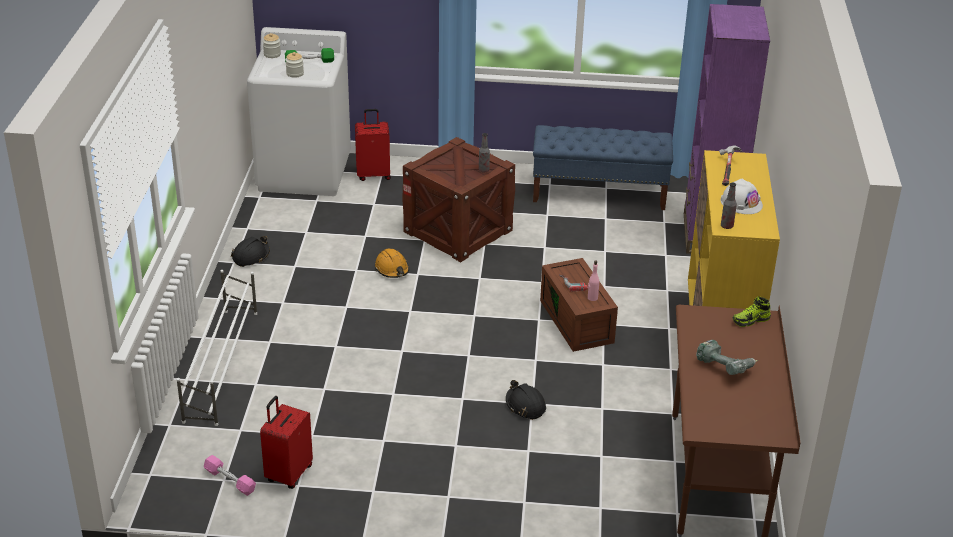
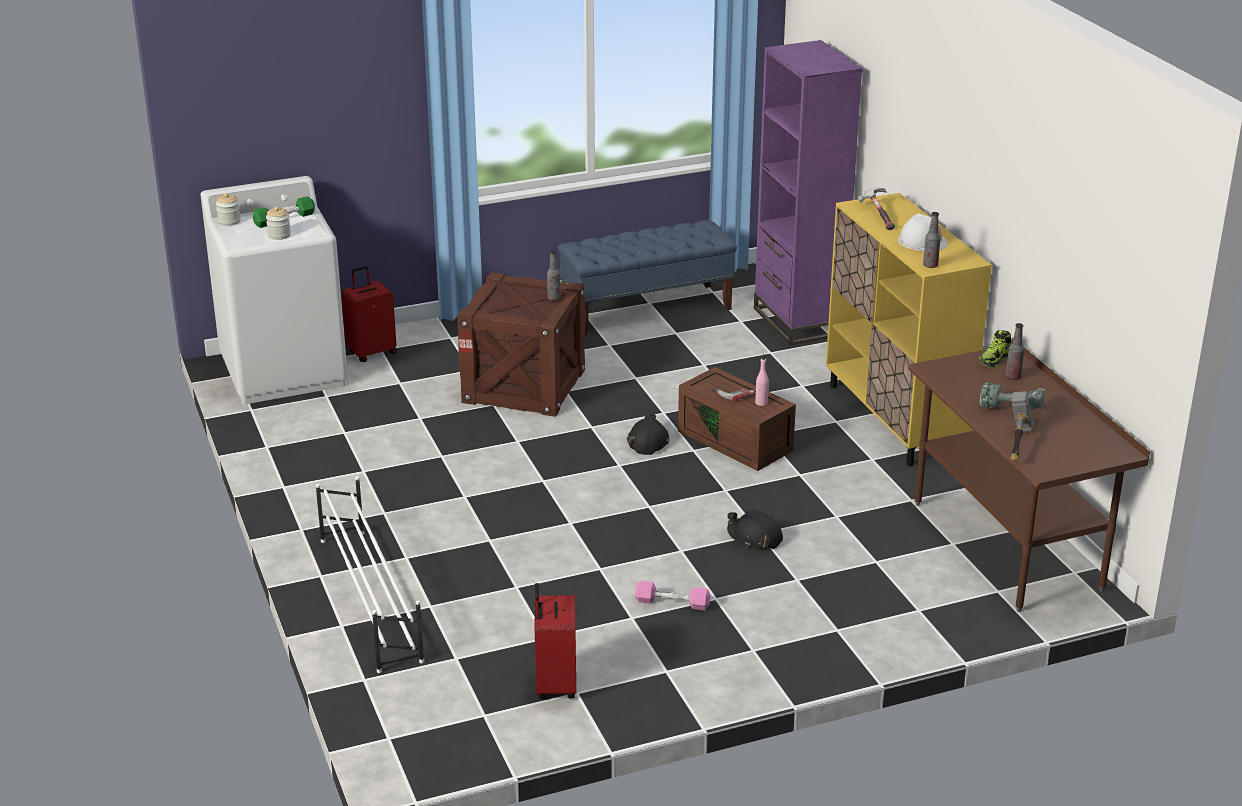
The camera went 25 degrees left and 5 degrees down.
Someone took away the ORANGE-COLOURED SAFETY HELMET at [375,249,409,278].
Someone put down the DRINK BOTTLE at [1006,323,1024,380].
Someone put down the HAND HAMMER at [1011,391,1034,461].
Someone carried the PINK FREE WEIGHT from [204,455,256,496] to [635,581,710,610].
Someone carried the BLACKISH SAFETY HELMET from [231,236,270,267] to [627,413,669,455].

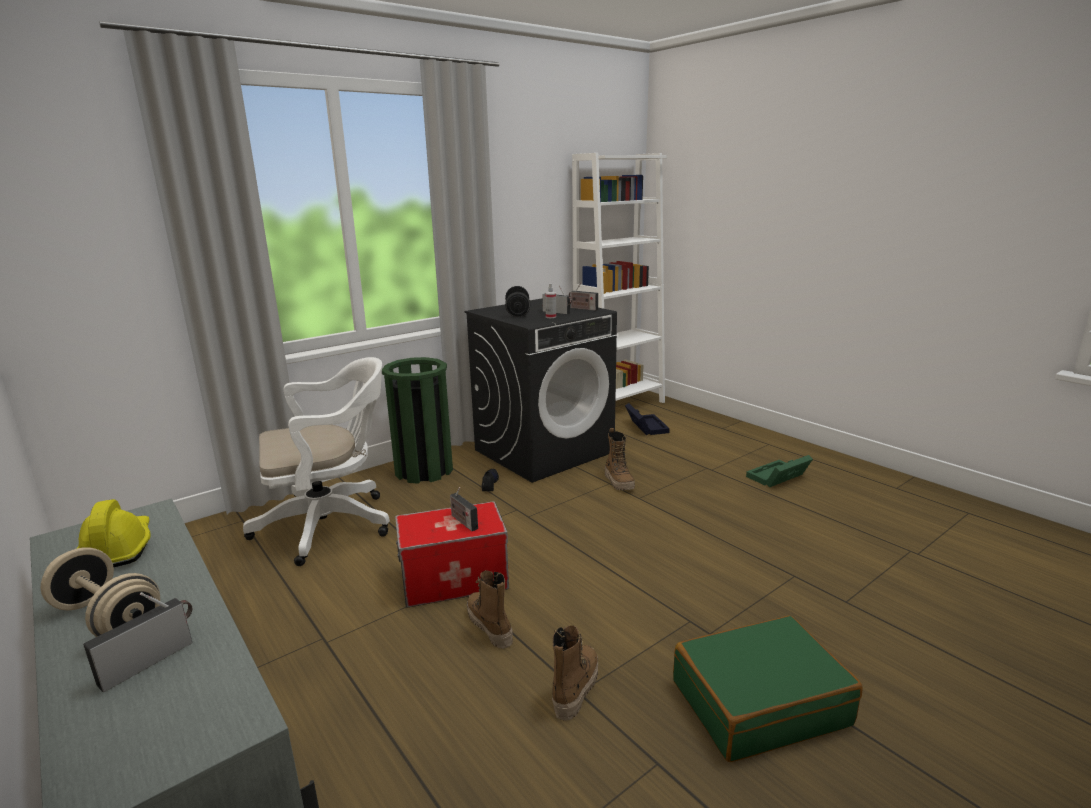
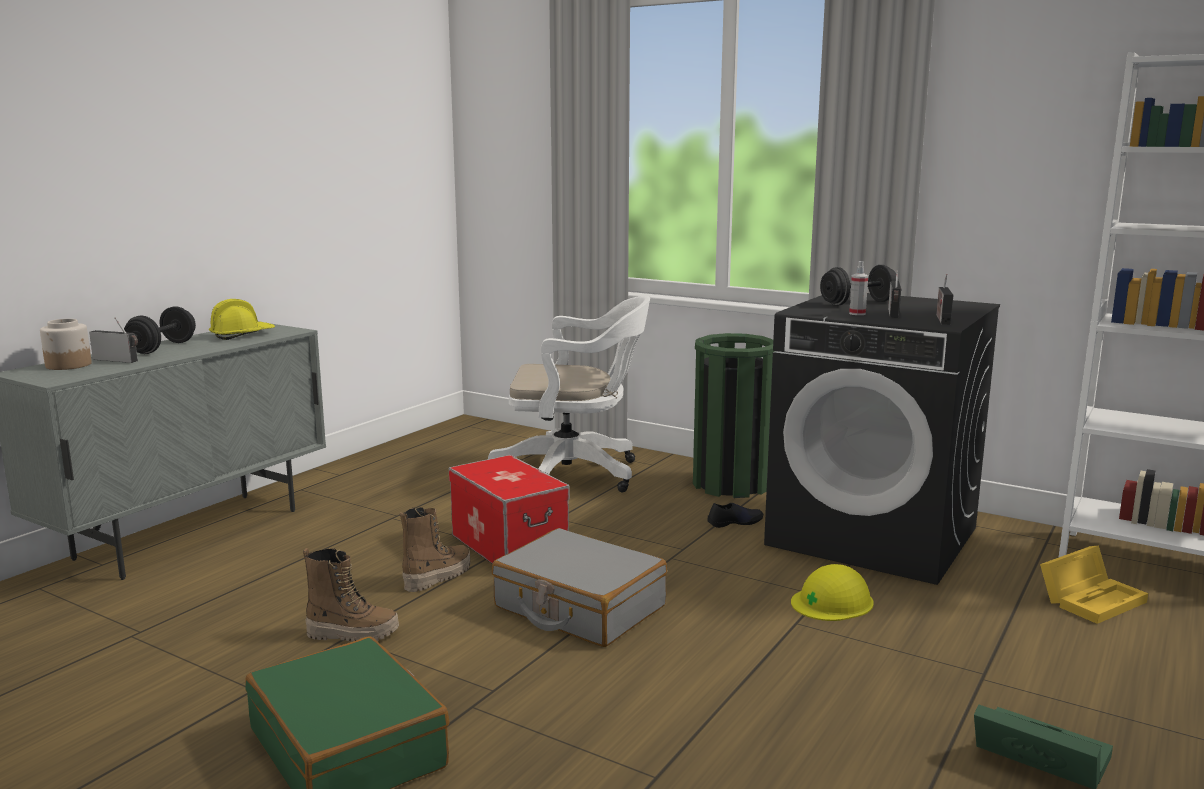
The camera went 70 degrees right and 5 degrees down.
Someone took away the RADIO at [450,487,478,531].
Someone put down the PRESERVE JAR at [40,319,92,370].
Someone put down the GREY PIECE OF LUGGAGE at [492,528,667,647].
Someone swapped the TALL BOOT at [605,428,635,490] for the YELLOW-COLOURED SAFETY HELMET at [791,564,874,621].
Someone repainted the BEIGE FREE WEIGHT at [41,547,160,637], which became the BLACKISH FREE WEIGHT at [124,306,196,354].
Someone repainted the BLACKISH STORAGE BIN at [625,403,670,435], which became the YELLOW-COLOURED STORAGE BIN at [1040,546,1148,624].
Someone rotated the WHITE COMPUTER CHAIR at [243,357,390,566] by 45 degrees counterclockwise.

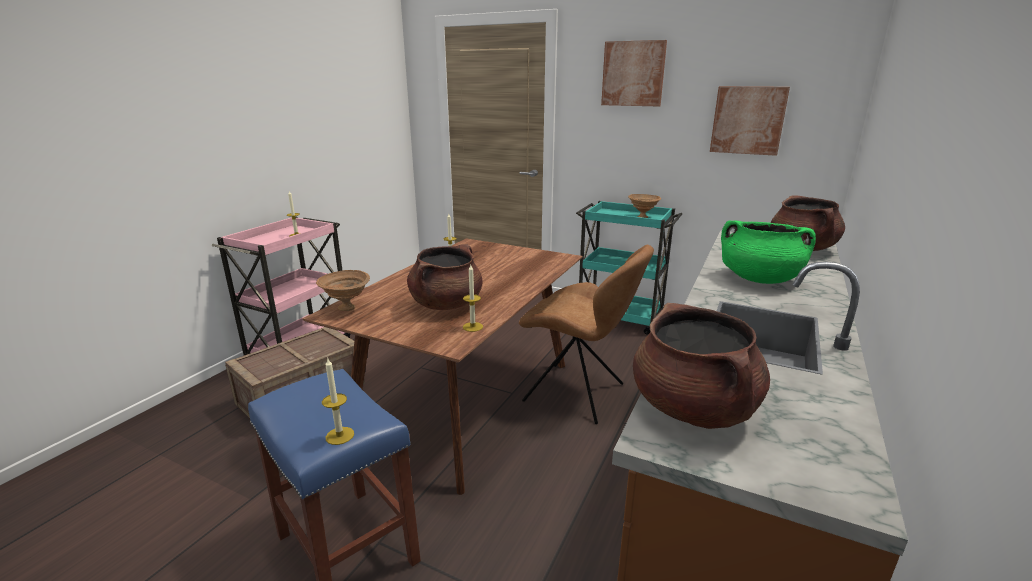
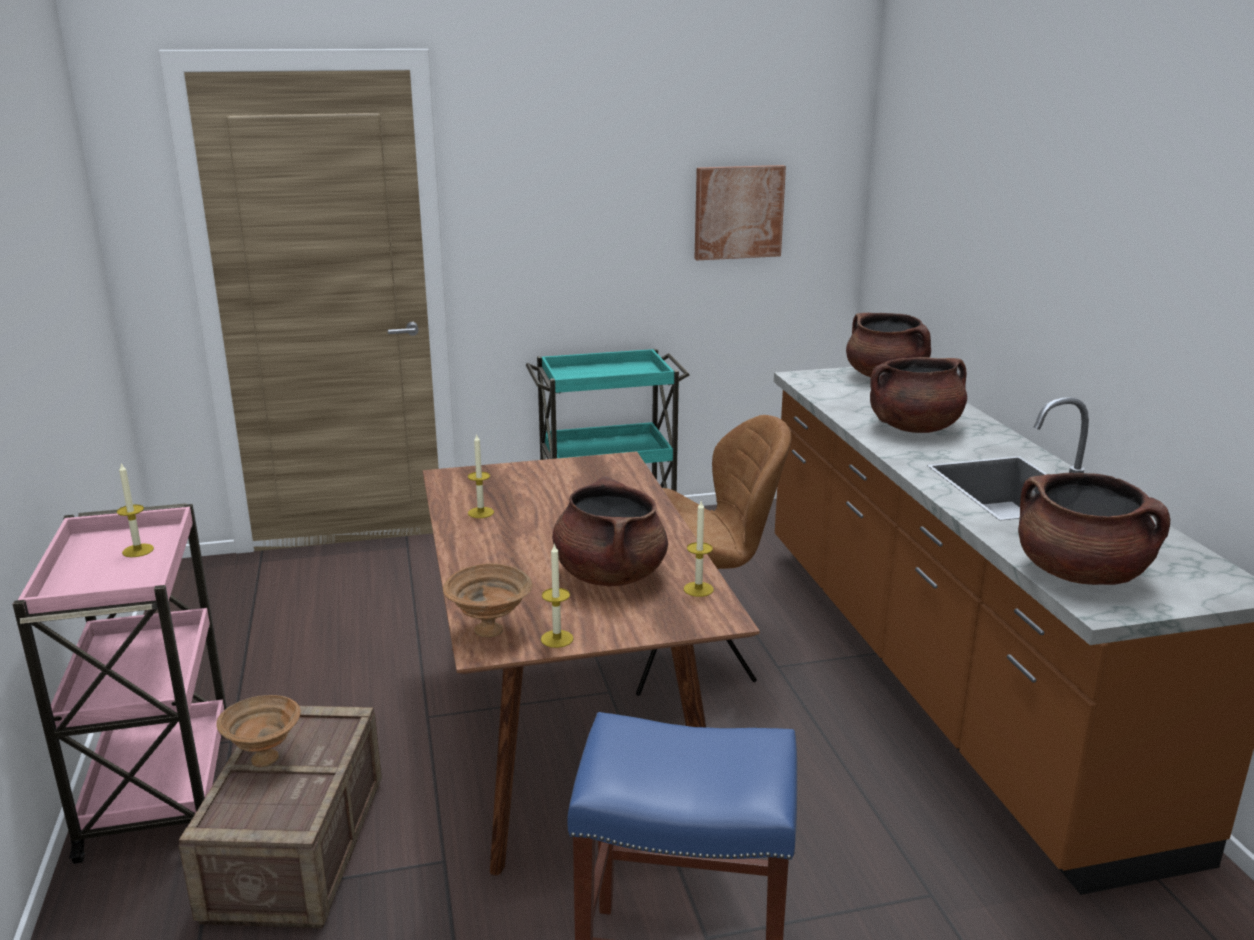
The camera went 40 degrees left and 0 degrees up.
Someone took away the WALL ART at [601,40,667,107].
Someone carried the CANDLE from [322,359,354,445] to [541,543,574,648].
Someone carried the BROWN-COLOURED SERVING BOWL from [628,194,661,218] to [216,695,301,767].
Someone repainted the GREEN SAUCEPOT at [721,220,816,284], which became the BROWN-COLOURED SAUCEPOT at [870,357,967,433].

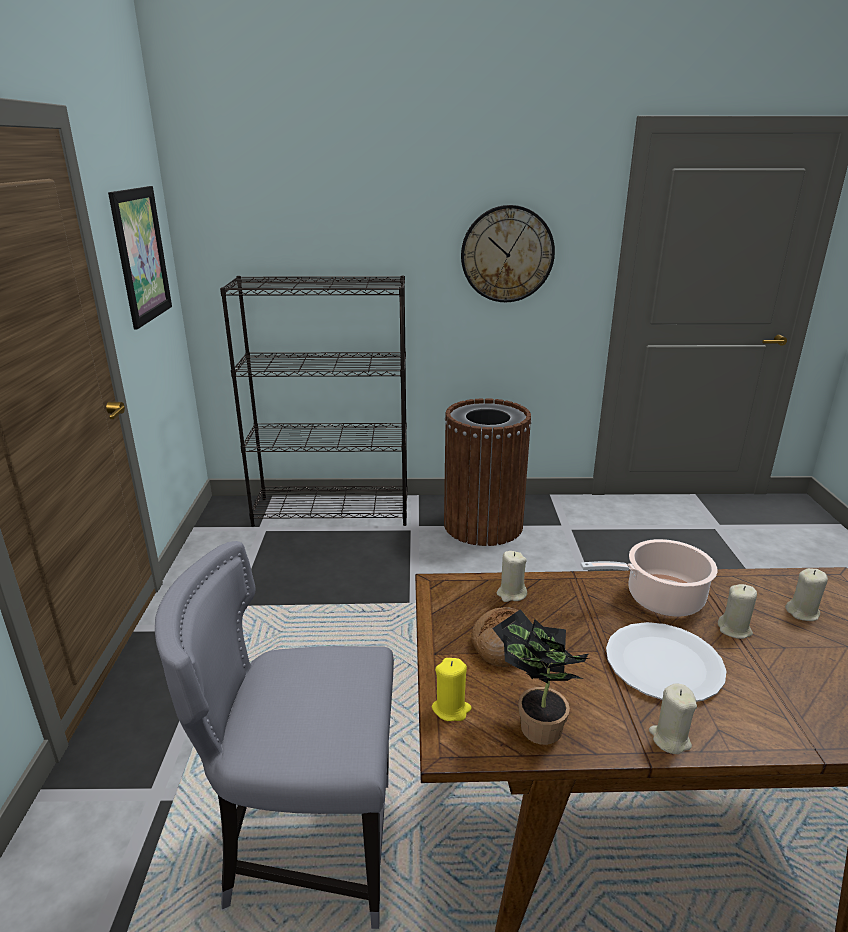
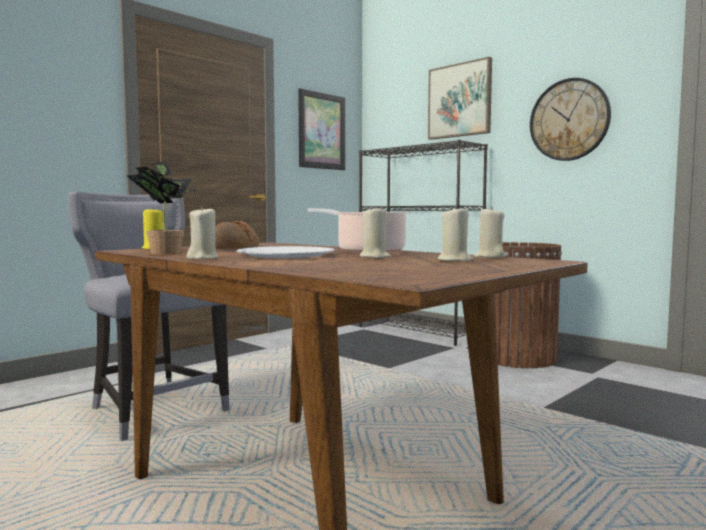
The camera went 45 degrees right and 20 degrees down.
Someone put up the WALL ART at [428,57,492,140].
Someone carried the BEIGE CANDLE from [497,551,527,602] to [474,206,506,258].

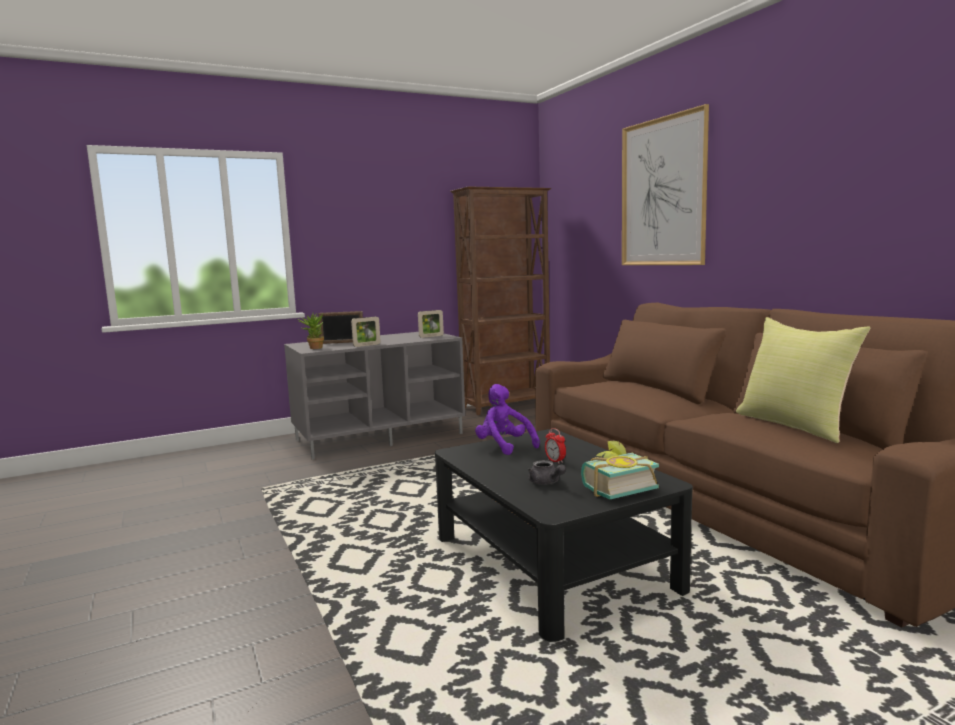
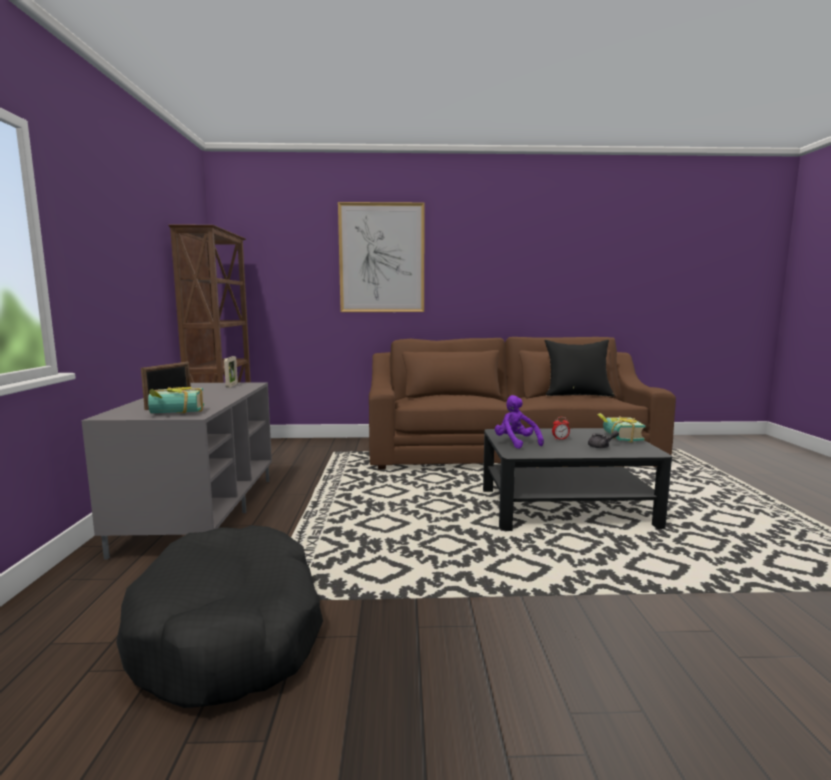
The camera went 65 degrees left and 0 degrees up.
Someone took away the PHOTO FRAME at [351,317,381,347].
Someone put down the BLACKISH DOG CUSHION at [116,525,323,708].
Someone swapped the HOUSEPLANT at [298,313,324,349] for the BOUND BOOK at [148,387,204,413].
Someone repainted the YELLOW-COLOURED CUSHION at [736,317,870,443], which became the BLACKISH CUSHION at [544,340,615,397].
Someone rotated the PURPLE-COLOURED CUDDLY TOY at [475,384,540,455] by 75 degrees clockwise.

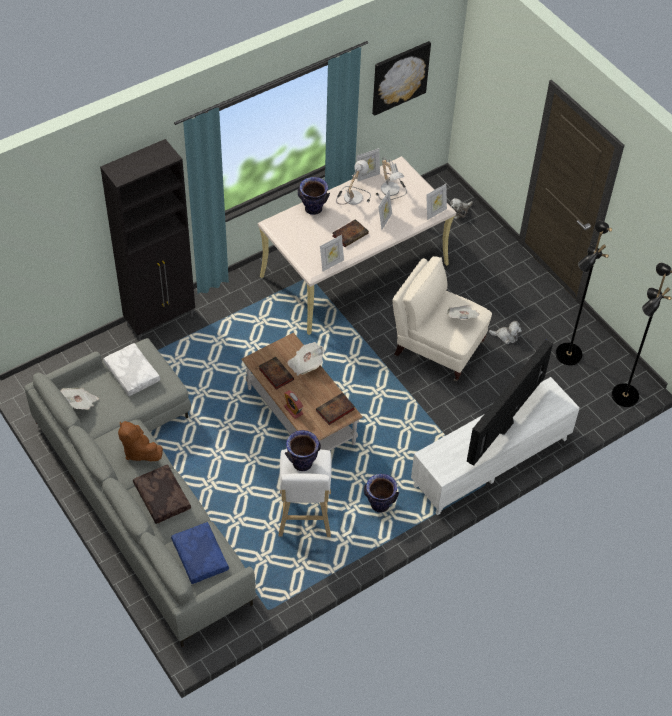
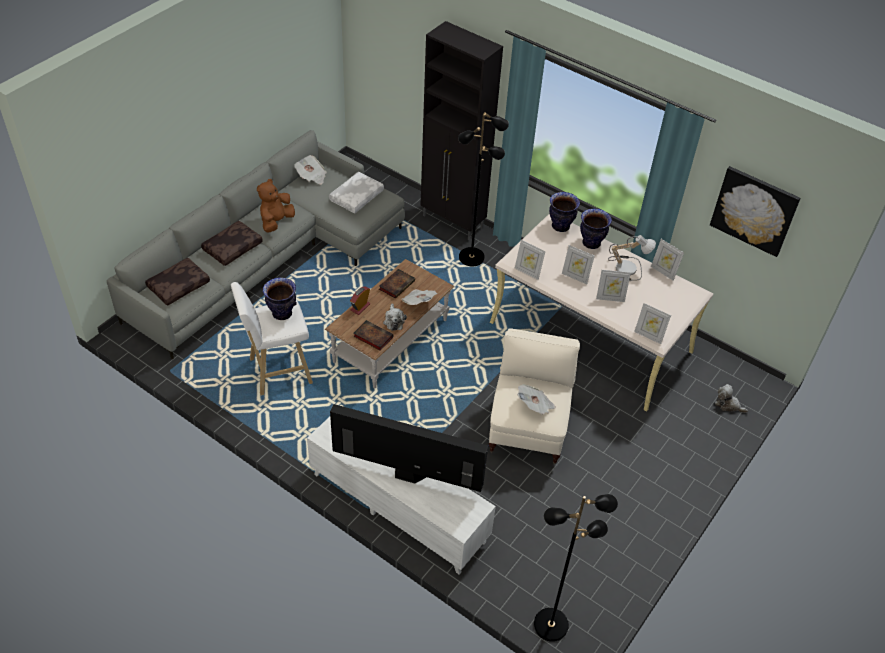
The camera went 70 degrees right and 5 degrees down.
Someone took away the TABLE LAMP at [376,157,407,200].
Someone carried the DECORATIVE VASE from [364,474,399,513] to [549,192,580,232].
Someone carried the CUDDLY TOY from [489,321,522,344] to [383,303,407,331].
Someone carried the BLACKISH FLOOR LAMP from [555,221,612,365] to [458,112,509,267].
Someone swapped the BOUND BOOK at [332,219,369,247] for the PHOTO FRAME at [562,245,595,284].
Someone repainted the BLUE CUSHION at [171,522,229,584], which became the BROWN-COLOURED CUSHION at [145,258,210,306].

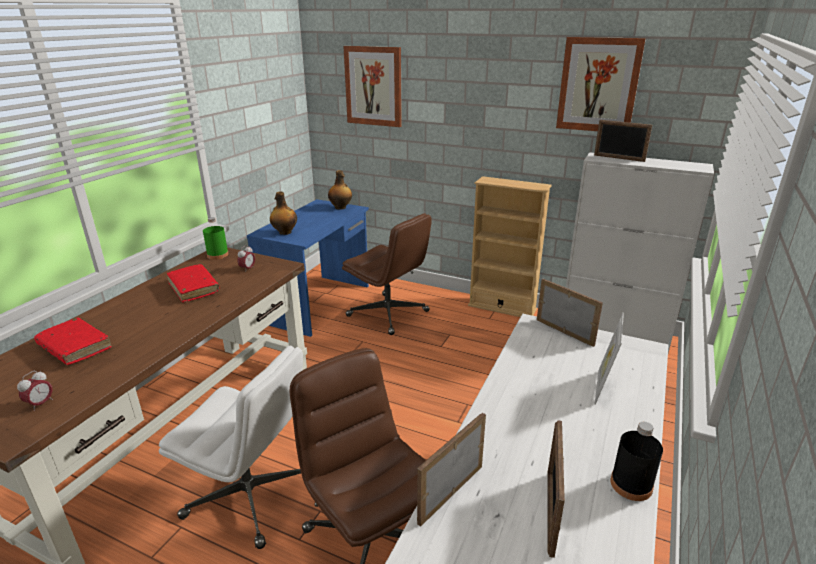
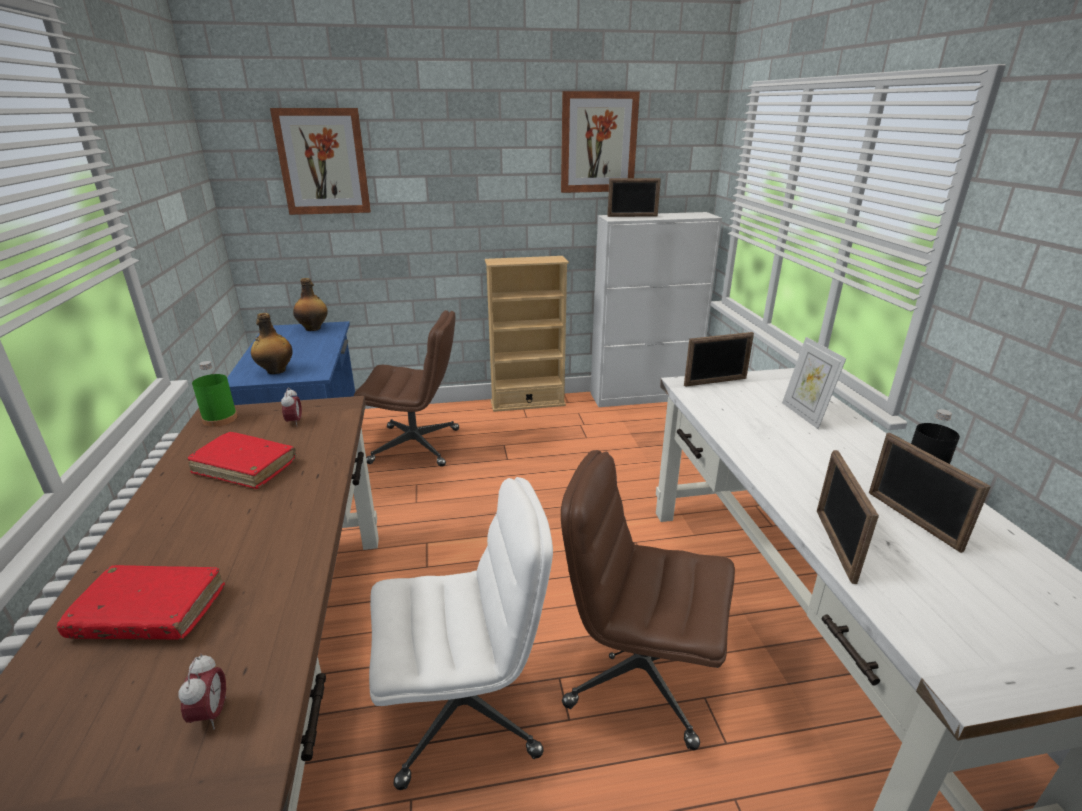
The camera went 35 degrees left and 0 degrees up.
Someone rotated the PHOTO FRAME at [537,279,603,347] by 150 degrees clockwise.

